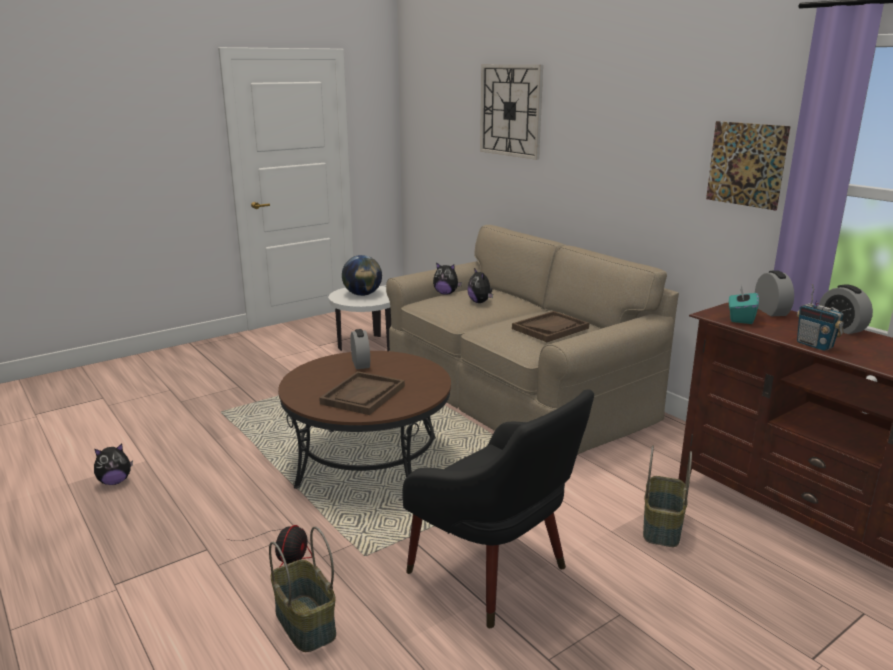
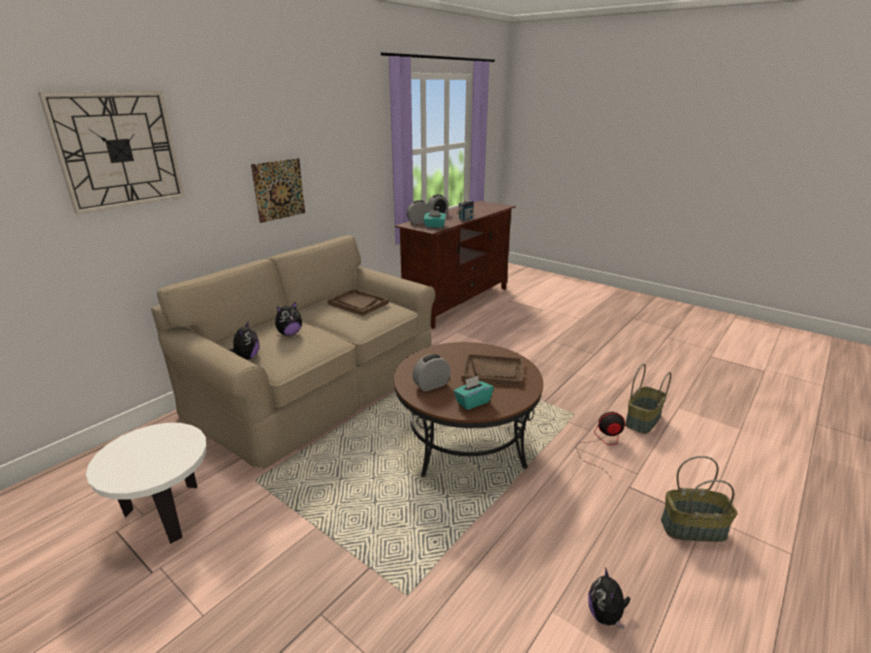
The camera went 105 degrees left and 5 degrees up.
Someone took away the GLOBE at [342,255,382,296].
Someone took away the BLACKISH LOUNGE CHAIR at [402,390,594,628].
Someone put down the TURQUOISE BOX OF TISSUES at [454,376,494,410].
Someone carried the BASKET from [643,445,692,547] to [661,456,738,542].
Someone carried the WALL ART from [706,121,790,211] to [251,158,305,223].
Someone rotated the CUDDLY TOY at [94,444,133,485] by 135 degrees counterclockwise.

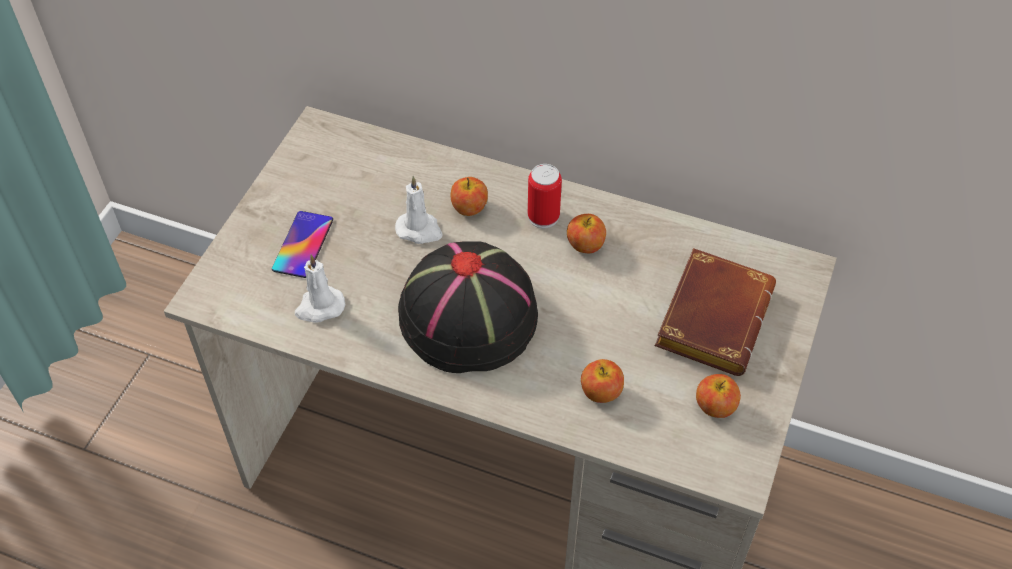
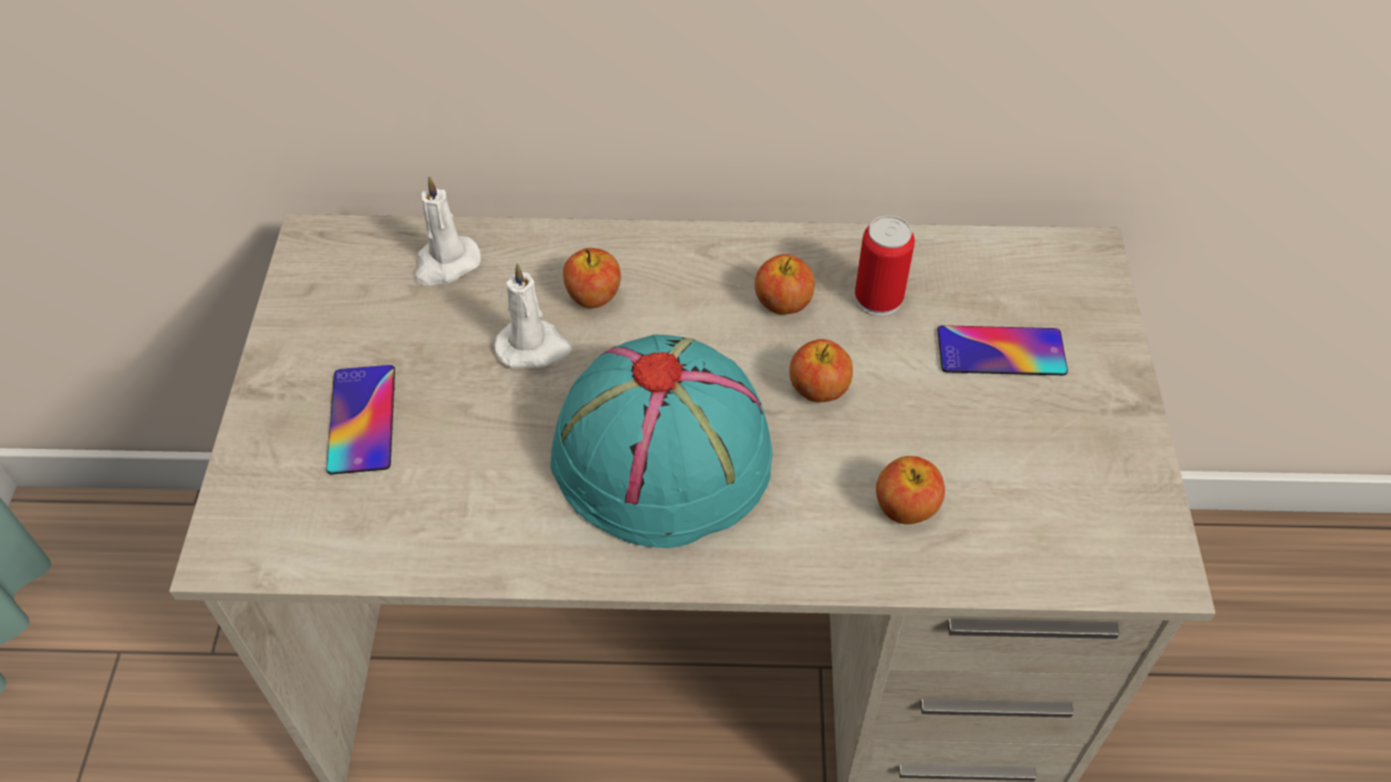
The camera went 20 degrees left and 0 degrees up.
Someone carried the WHITE CANDLE from [295,254,345,323] to [414,176,481,285].
Someone carried the SEALED CAN from [528,164,562,228] to [855,216,915,316].
Someone carried the APPLE FRUIT from [696,374,741,418] to [789,339,853,402].
Someone swapped the BROWN-COLOURED BOUND BOOK at [655,248,776,376] for the PHONE at [937,325,1068,375].
Someone repainted the BLACKISH HAT at [398,241,538,373], which became the TURQUOISE HAT at [550,335,772,548].

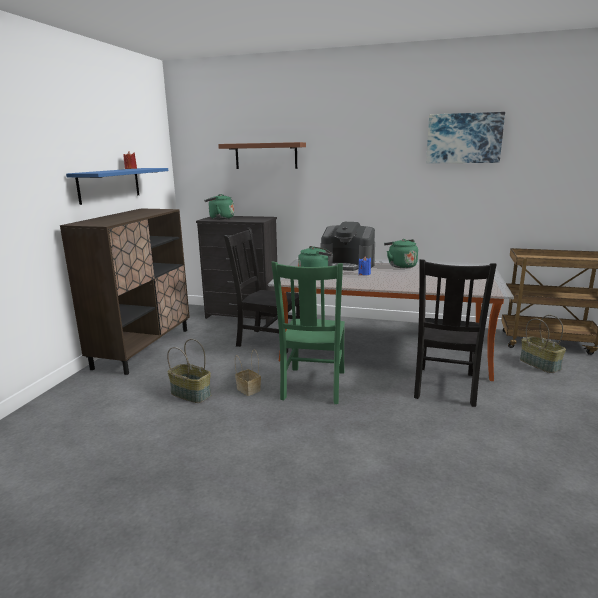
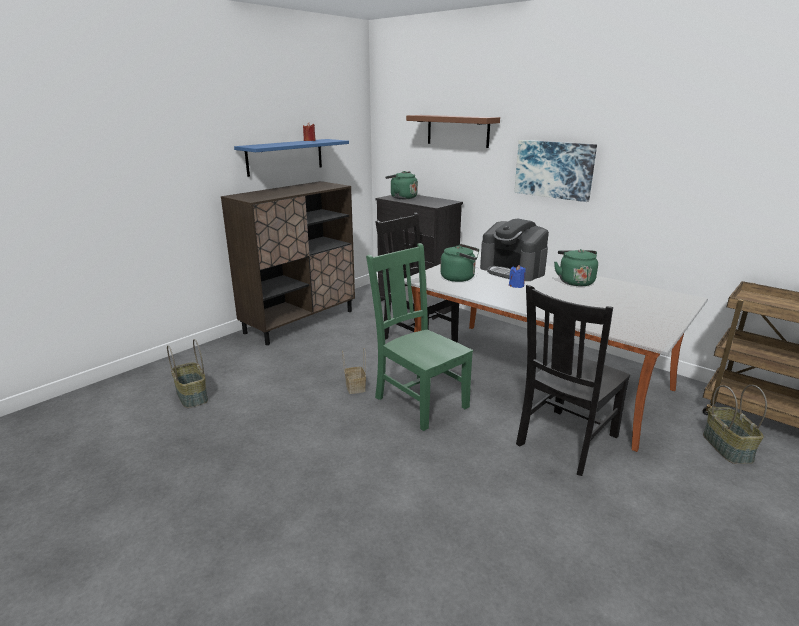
The camera went 25 degrees right and 5 degrees up.
Someone carried the BASKET from [167,339,211,403] to [167,339,208,408].
Someone carried the WALL ART from [426,112,505,163] to [514,140,597,202].
Someone rotated the GREEN CHAIR at [271,262,345,404] by 105 degrees clockwise.

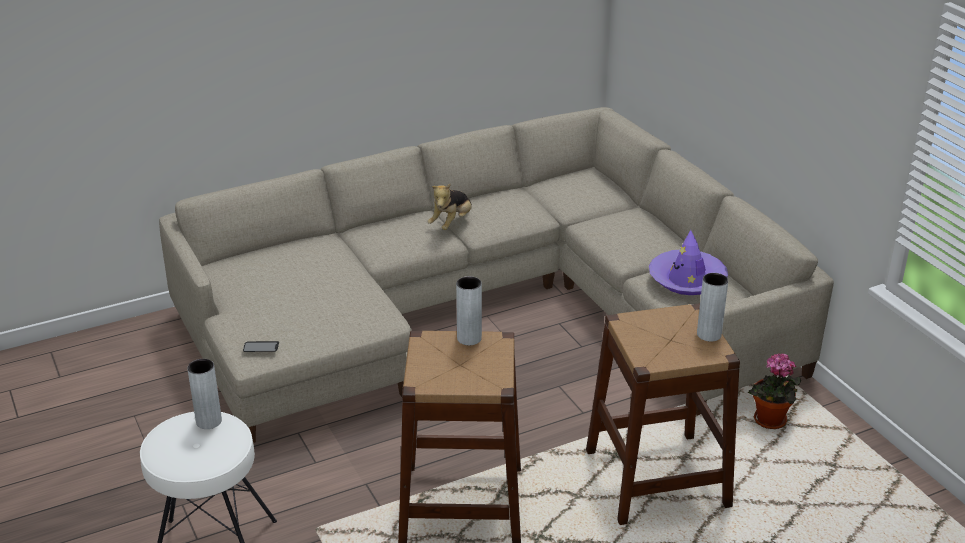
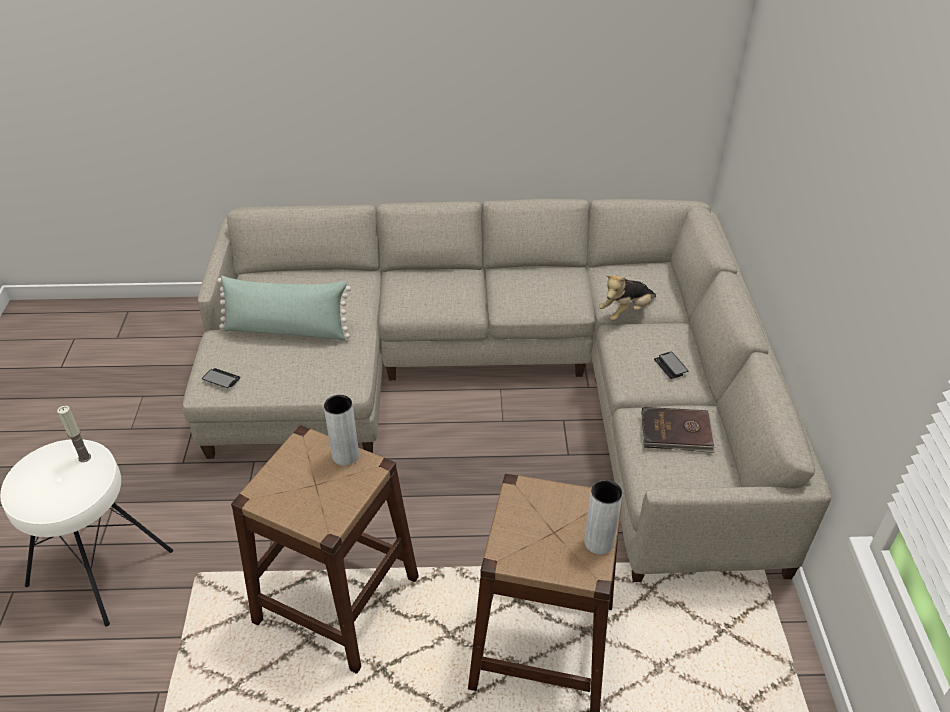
The camera went 25 degrees right and 10 degrees up.
Someone took away the HOUSEPLANT at [748,353,801,429].
Someone put down the GREEN CUSHION at [217,276,351,340].
Someone put down the PHONE at [654,352,689,379].
Someone carried the CUDDLY TOY from [427,184,472,230] to [599,275,656,321].
Someone swapped the GREY DECORATIVE VASE at [187,359,222,429] for the CANDLE at [57,406,91,462].
Someone swapped the PURPLE-COLOURED HAT at [649,230,728,295] for the BROWN-COLOURED BOUND BOOK at [641,407,716,453].

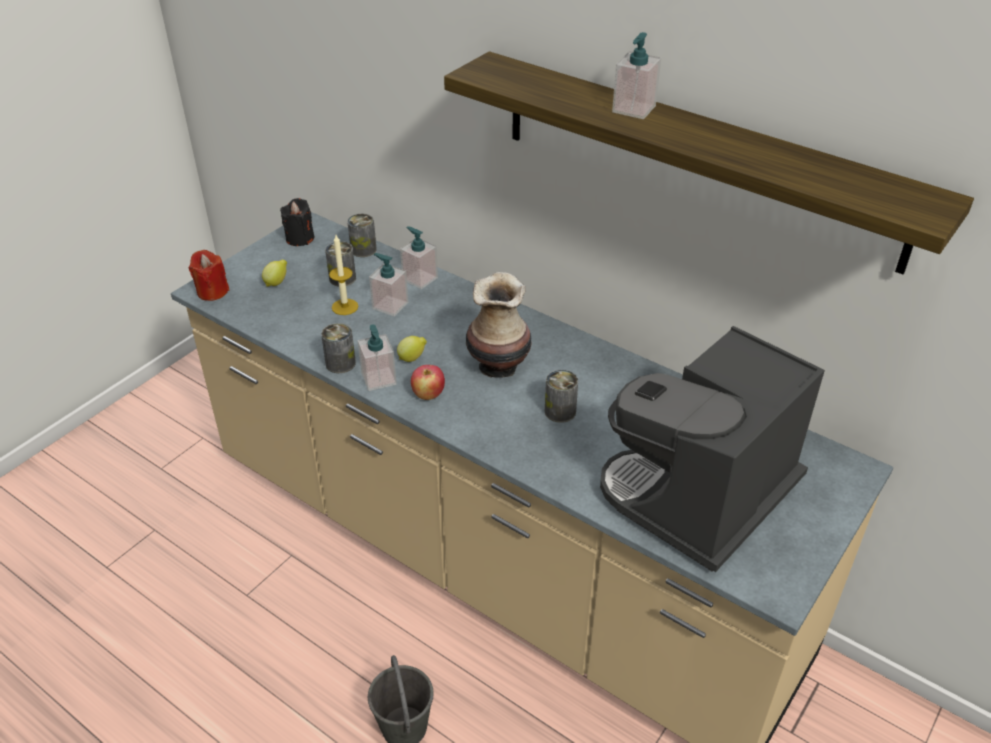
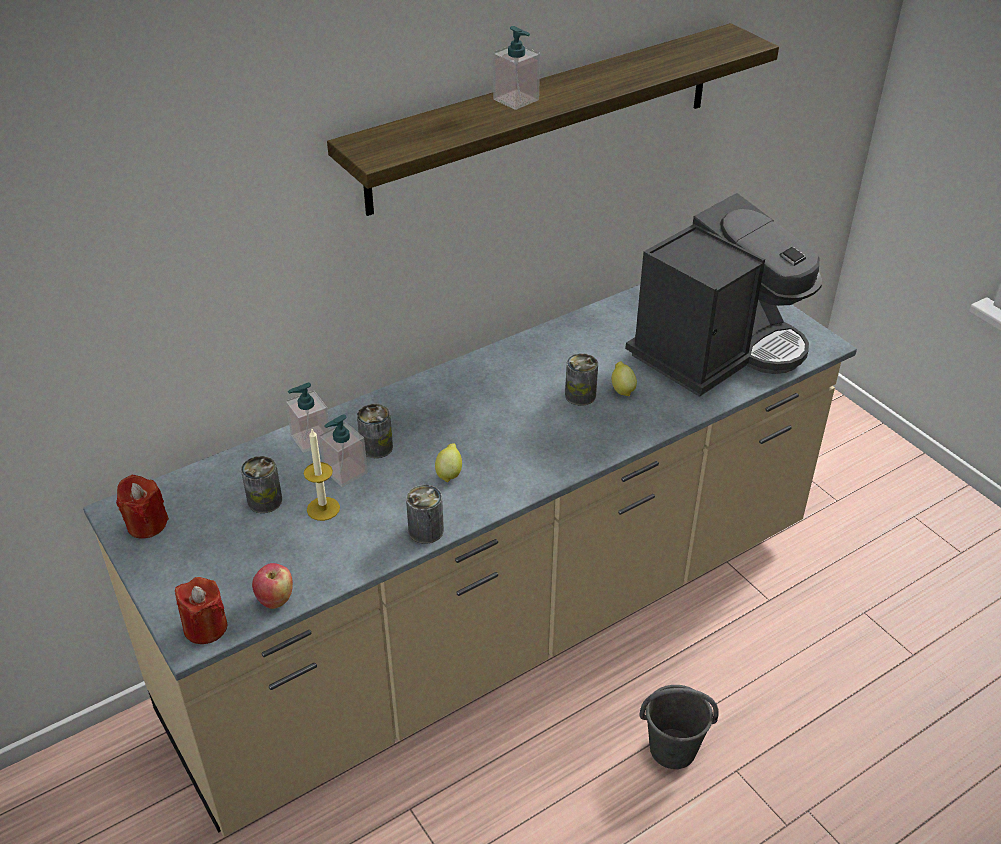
The camera went 70 degrees left and 0 degrees up.
Someone took away the LIQUID SOAP BOTTLE at [358,325,397,391].
Someone took away the DECORATIVE VASE at [466,272,531,378].
Someone carried the CITRUS FRUIT from [262,260,287,287] to [611,361,637,396].
Someone carried the SEALED CAN from [347,214,377,257] to [357,404,393,458].
Someone carried the APPLE FRUIT from [411,365,445,400] to [252,563,293,609].
Someone repainted the BLACKISH CANDLE at [280,198,314,246], which became the RED-COLOURED CANDLE at [116,475,169,538].
Someone rotated the COFFEE MACHINE at [600,326,825,572] by 105 degrees counterclockwise.

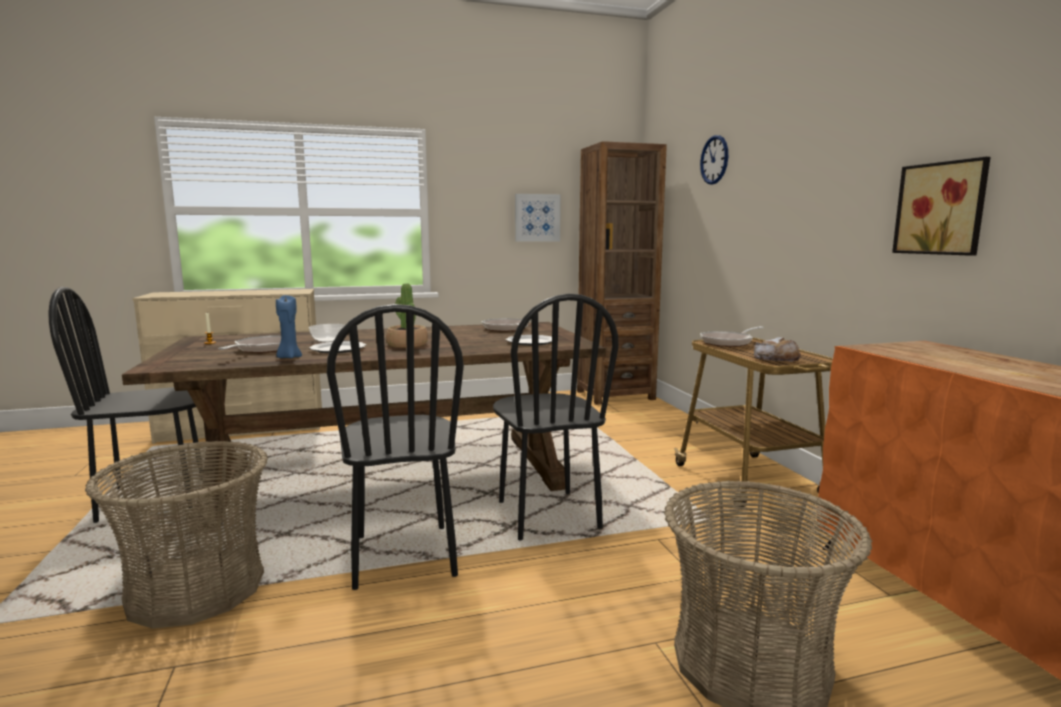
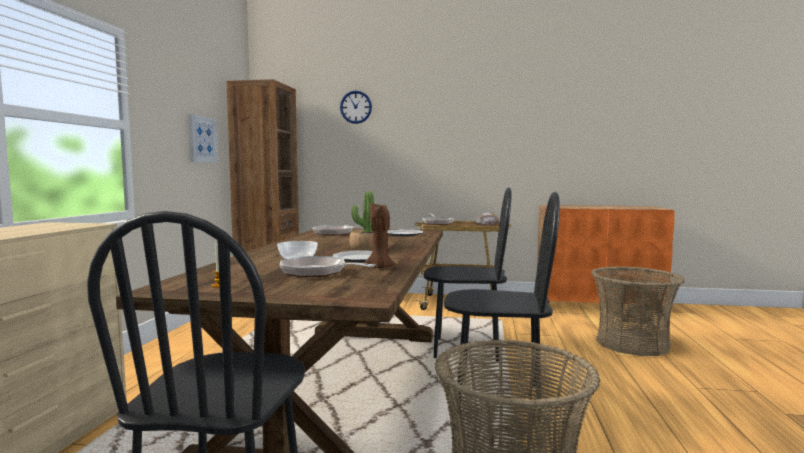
The camera went 65 degrees left and 5 degrees down.
Someone took away the WALL ART at [892,157,990,256].
Someone repainted the BLUE CANDLE at [276,295,302,358], which became the BROWN-COLOURED CANDLE at [365,203,396,269].

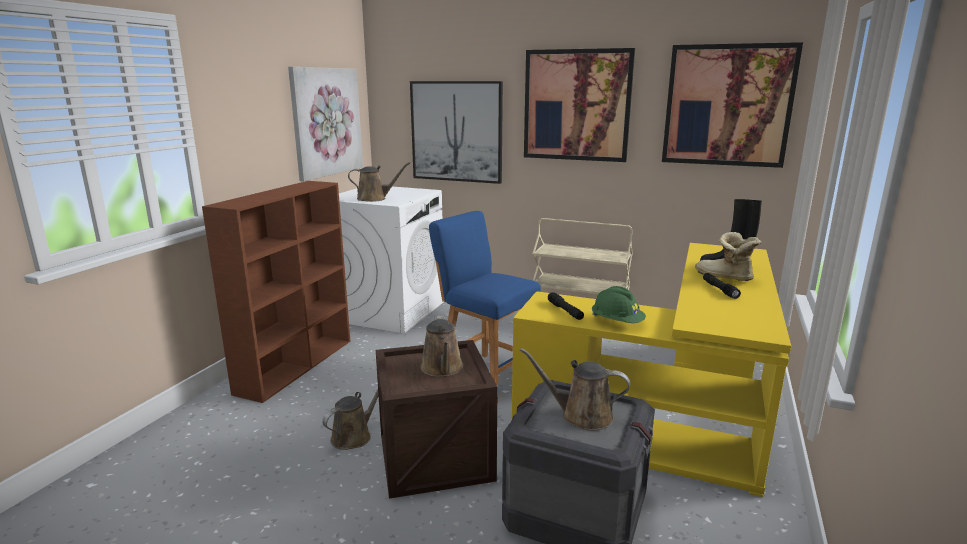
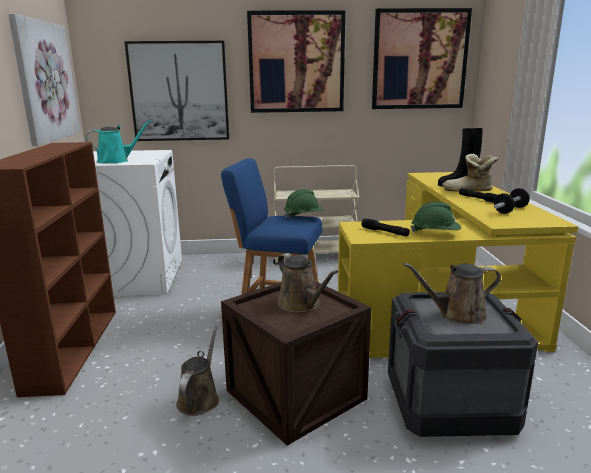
The camera went 25 degrees left and 0 degrees up.
Someone put down the GREEN SAFETY HELMET at [284,189,324,219].
Someone put down the FREE WEIGHT at [494,188,530,214].
Someone repainted the BROWN-COLOURED SPRINKLING CAN at [348,162,410,202], which became the TURQUOISE SPRINKLING CAN at [85,120,152,163].

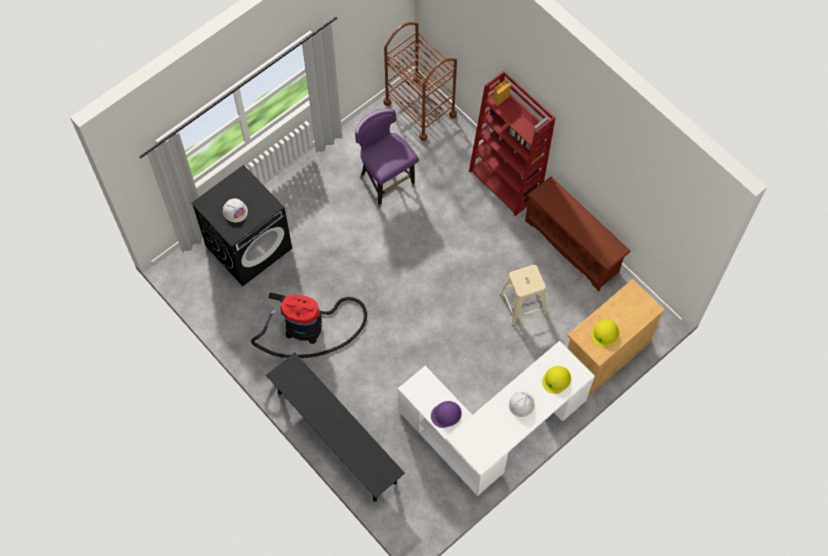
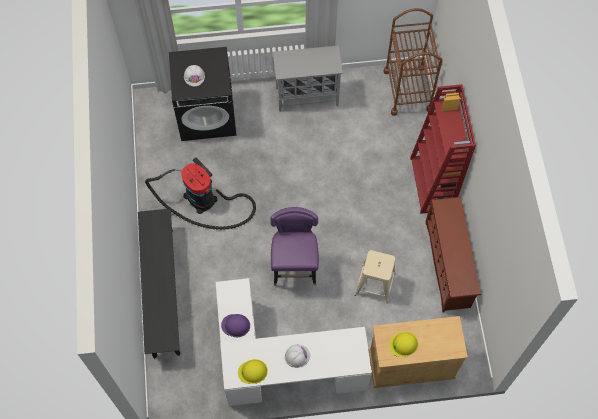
The camera went 35 degrees right and 0 degrees up.
Someone put down the GREY CABINET at [273,45,343,112].
Someone carried the PURPLE-COLOURED CHAIR from [355,109,419,208] to [270,207,319,286].
Someone carried the YELLOW-COLOURED SAFETY HELMET from [542,366,571,394] to [238,359,268,384].

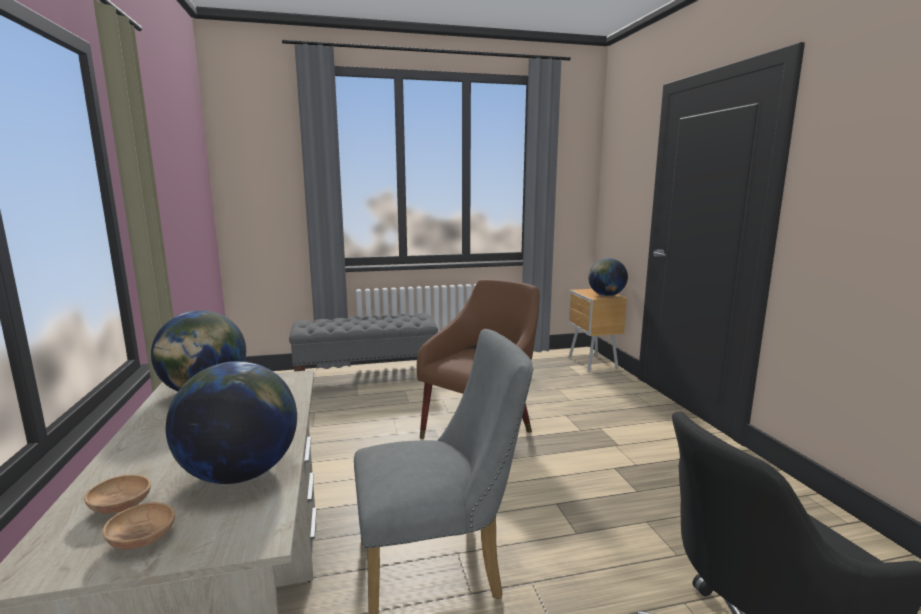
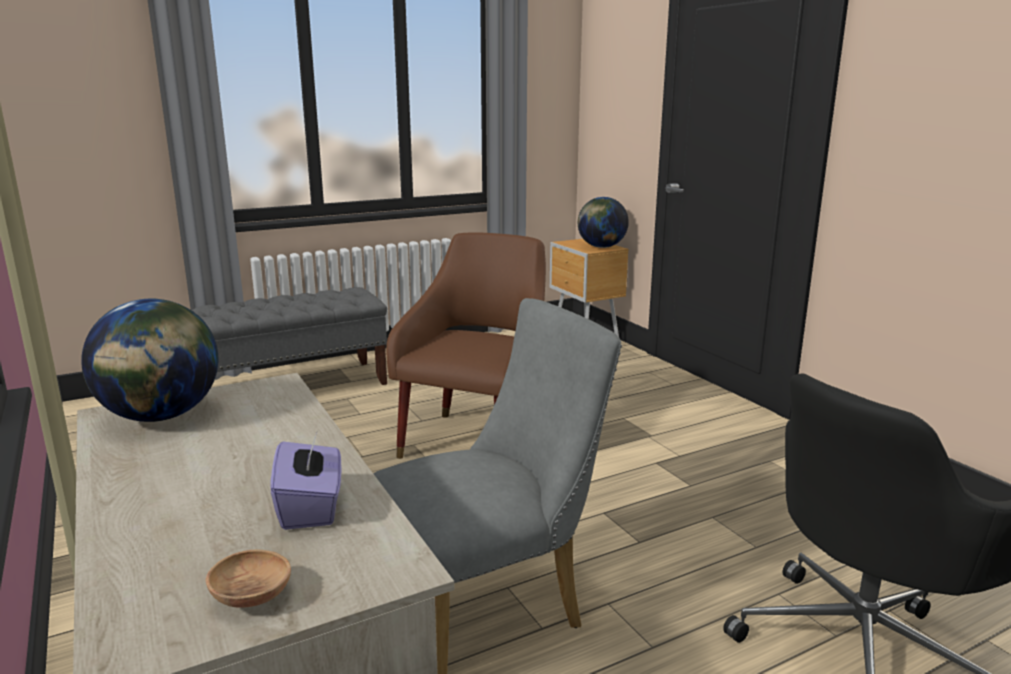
The camera went 15 degrees left and 5 degrees up.
Someone took away the BROWN-COLOURED SERVING BOWL at [84,475,151,513].
Someone swapped the GLOBE at [166,361,297,484] for the PURPLE-COLOURED BOX OF TISSUES at [270,430,342,530].

